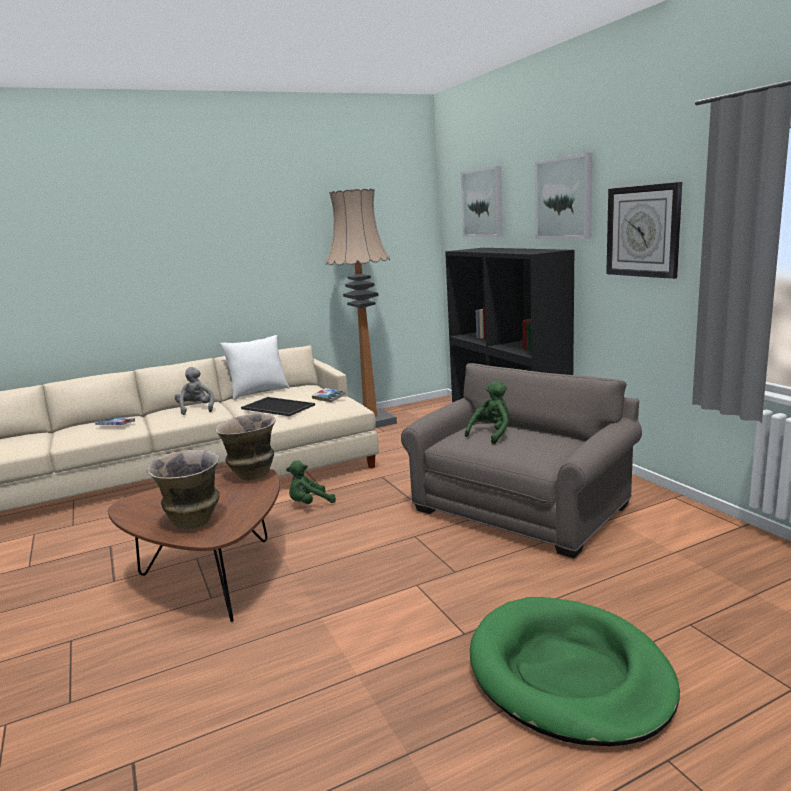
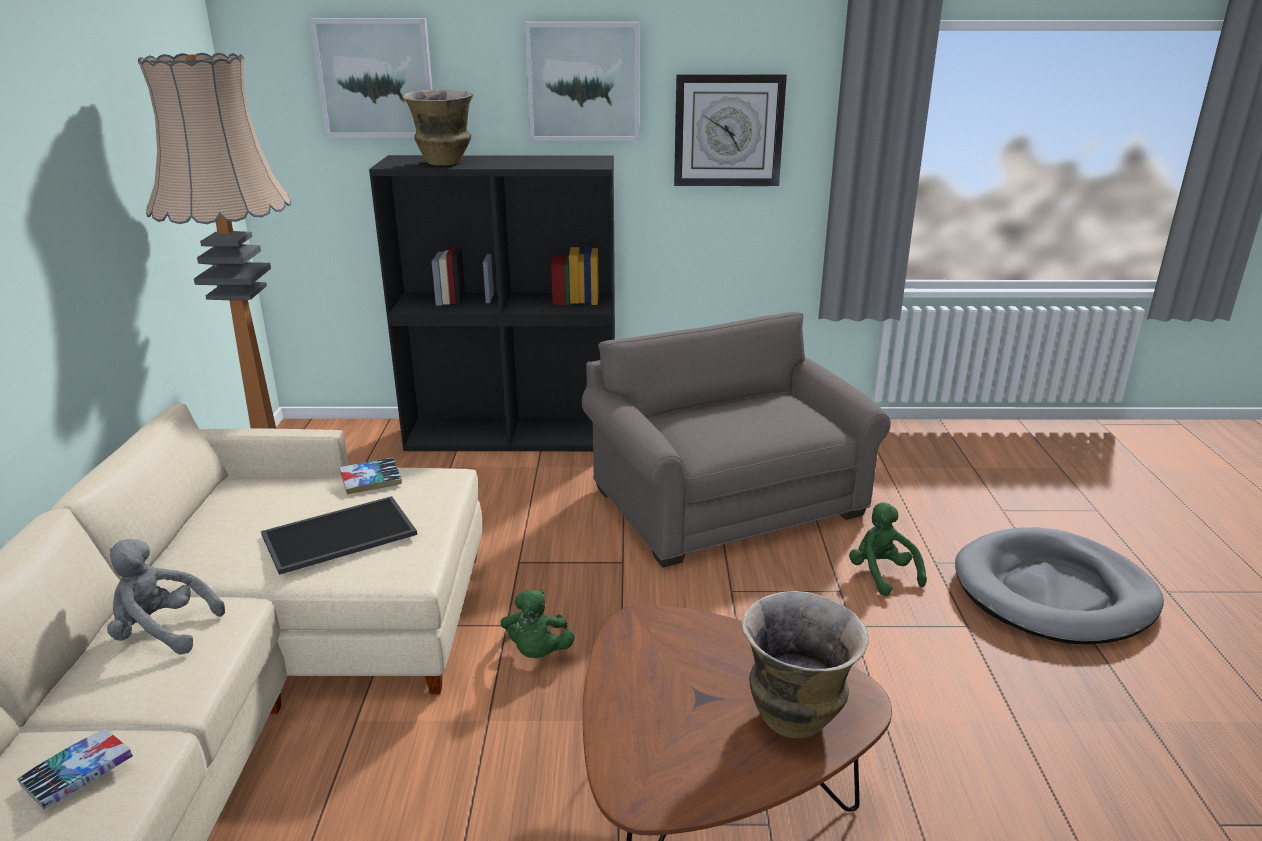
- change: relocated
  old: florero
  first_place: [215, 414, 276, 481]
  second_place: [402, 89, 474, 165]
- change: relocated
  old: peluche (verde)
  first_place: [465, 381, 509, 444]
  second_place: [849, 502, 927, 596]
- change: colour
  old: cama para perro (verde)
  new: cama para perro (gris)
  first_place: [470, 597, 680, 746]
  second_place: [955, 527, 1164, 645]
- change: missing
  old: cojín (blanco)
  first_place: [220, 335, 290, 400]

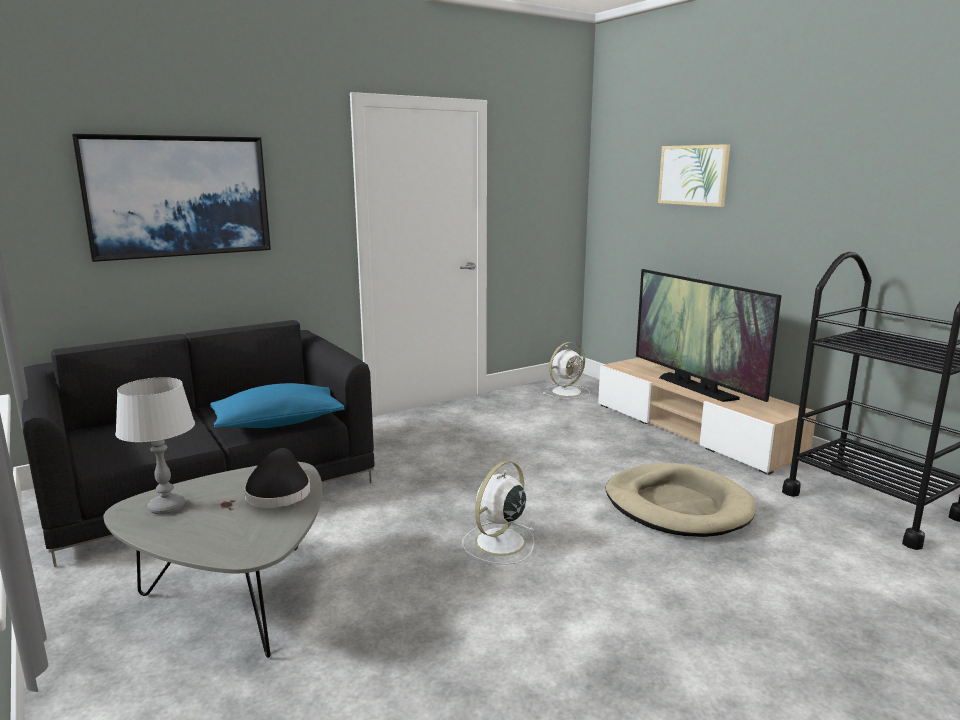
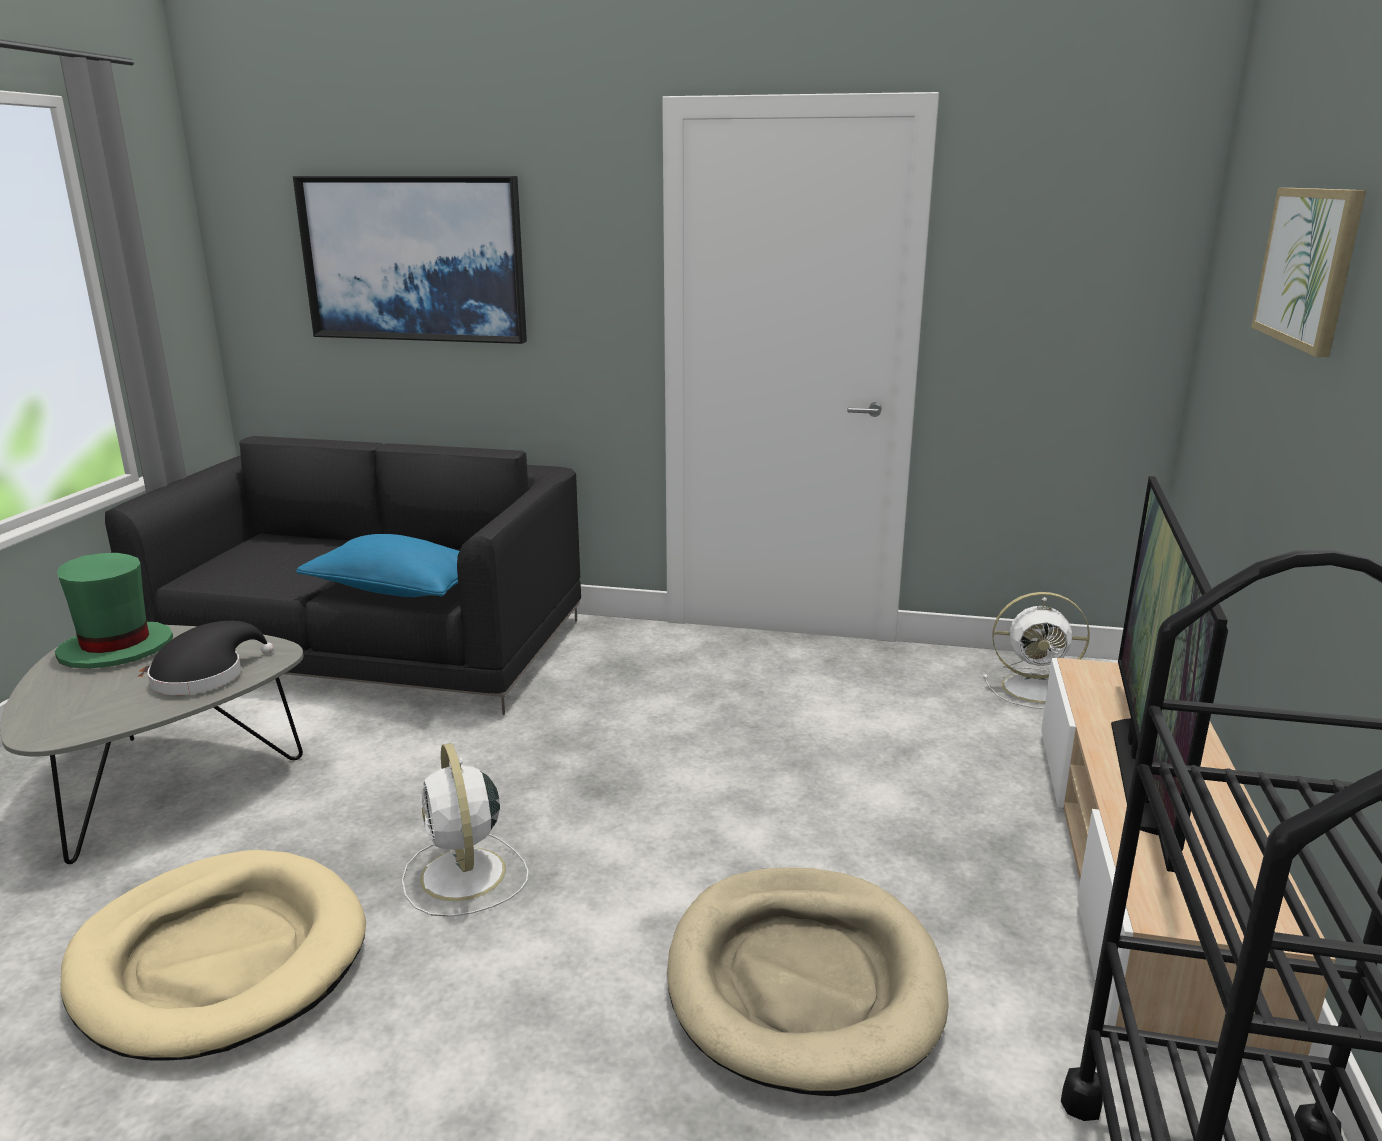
- change: exchanged
  old: lámpara de mesa (gris)
  new: sombrero (verde)
  first_place: [115, 377, 195, 514]
  second_place: [55, 553, 173, 669]
- change: appeared
  new: cama para perro (beis)
  second_place: [60, 850, 366, 1061]
- change: spun
  old: ventilador (blanco)
  first_place: [462, 461, 534, 565]
  second_place: [402, 743, 529, 917]
  degrees: -105

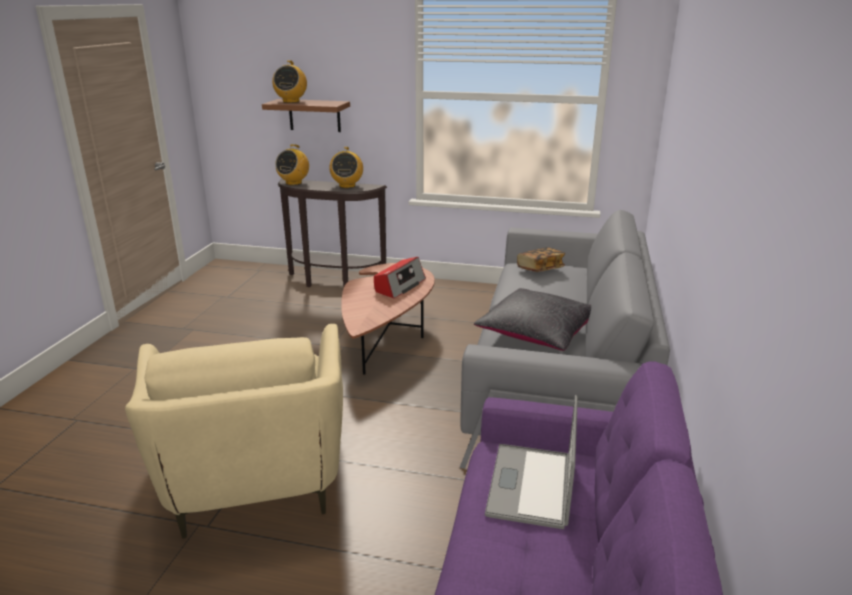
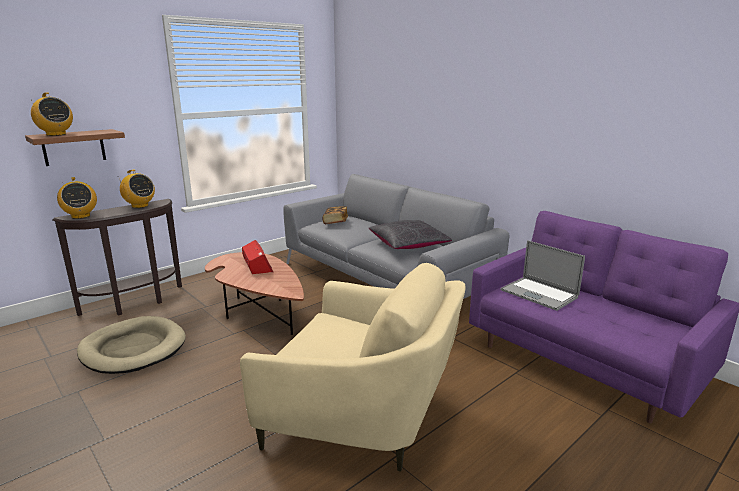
- change: appeared
  new: cama para perro (beis)
  second_place: [77, 316, 186, 374]

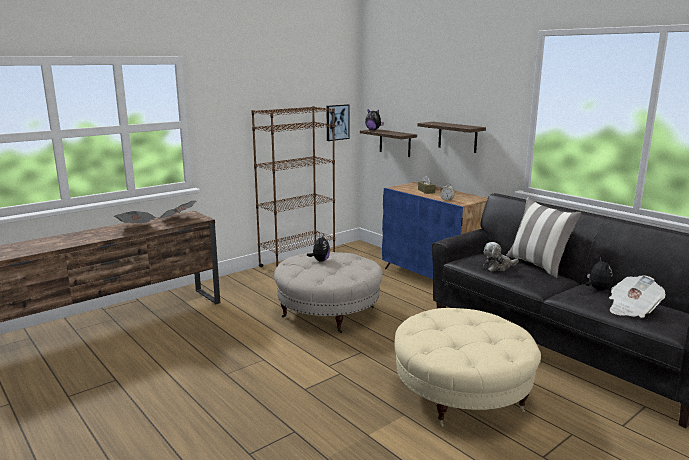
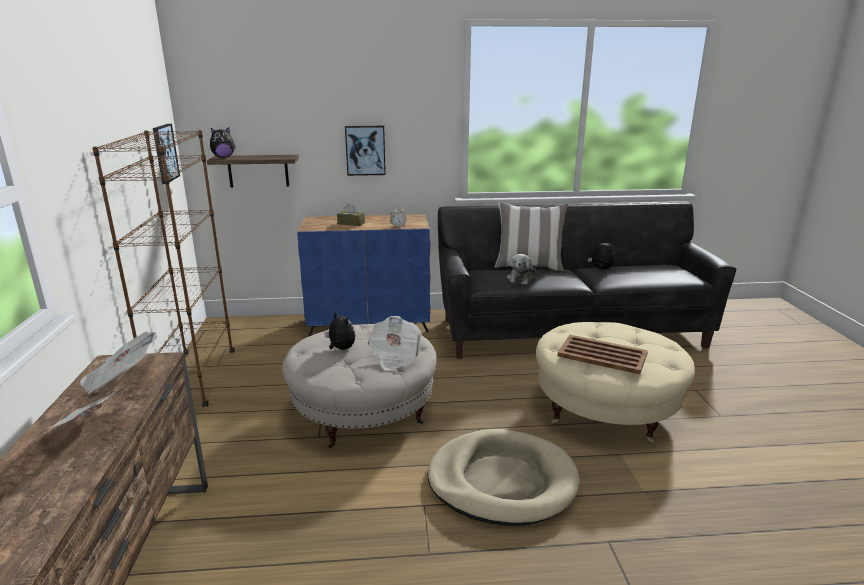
- change: exchanged
  old: estante
  new: cuadro
  first_place: [417, 122, 486, 153]
  second_place: [345, 126, 386, 176]
- change: relocated
  old: periódico
  first_place: [609, 276, 666, 318]
  second_place: [368, 316, 422, 371]
- change: appeared
  new: cama para perro (beis)
  second_place: [428, 429, 580, 526]
- change: appeared
  new: bandeja (marrón)
  second_place: [558, 335, 648, 374]

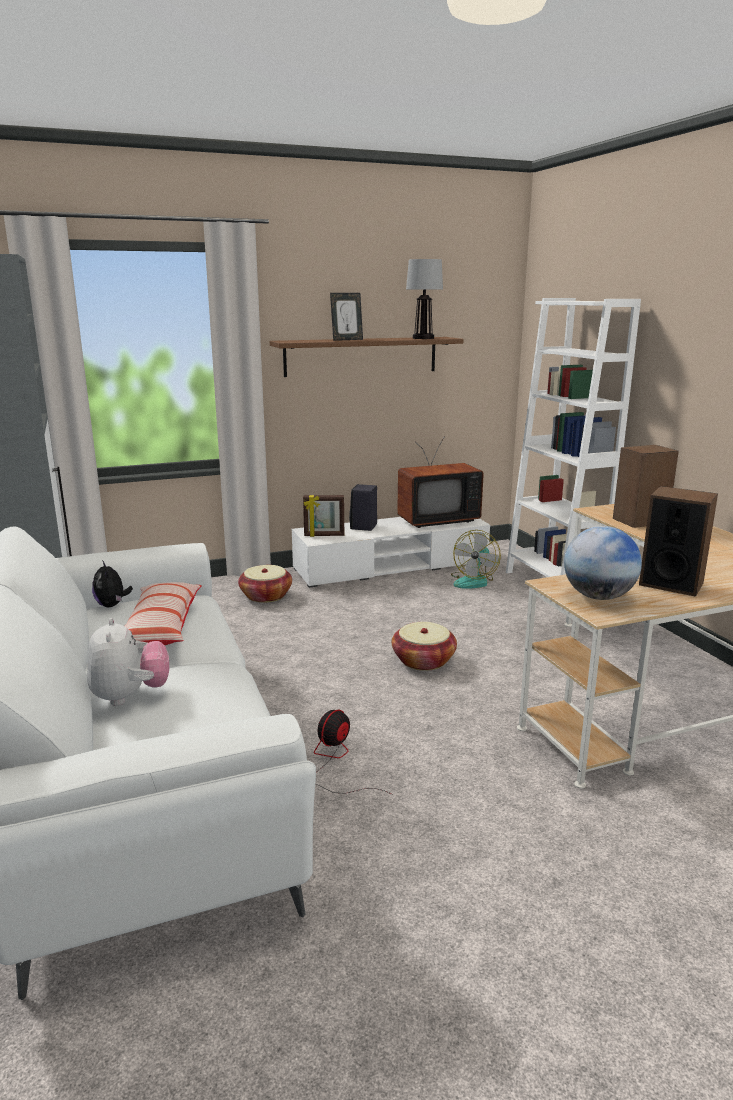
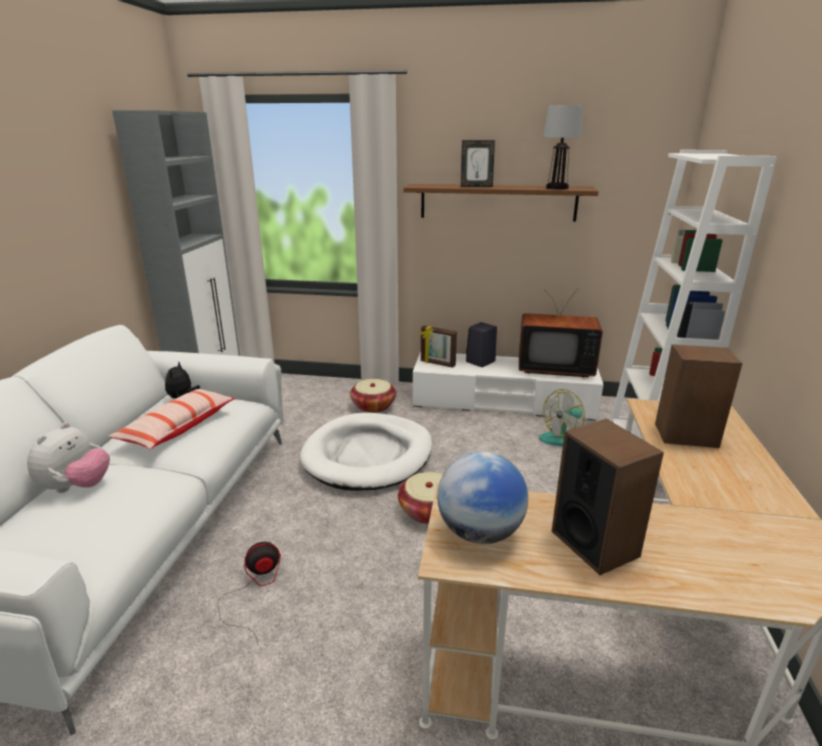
- change: appeared
  new: cama para perro (blanco)
  second_place: [300, 413, 432, 491]

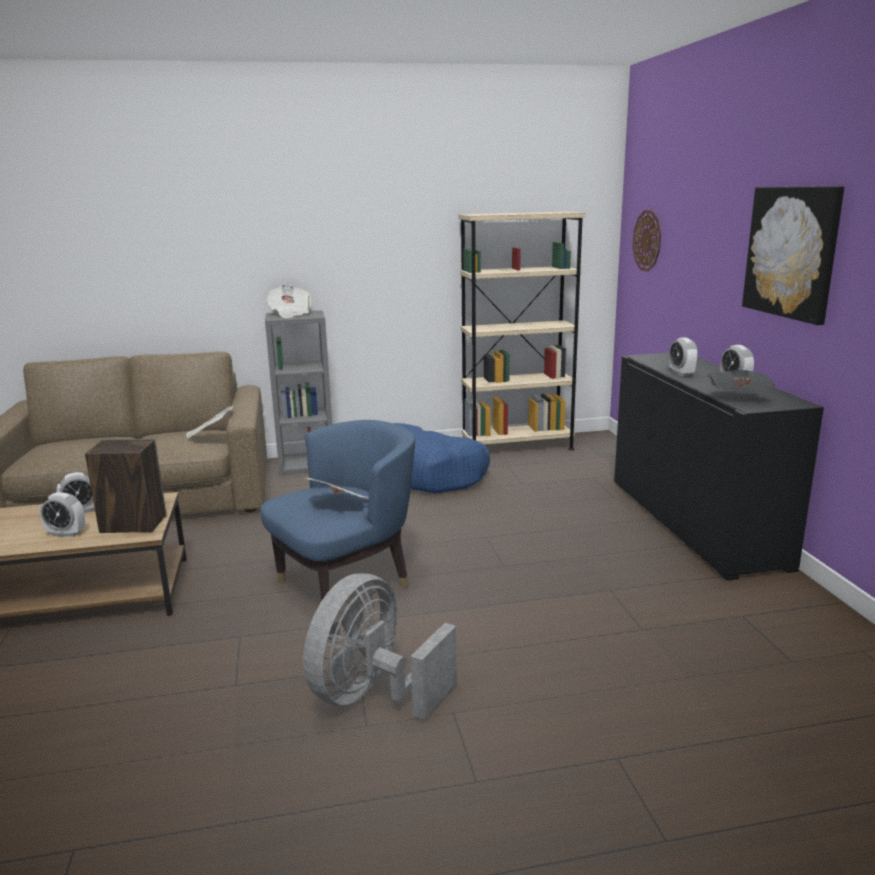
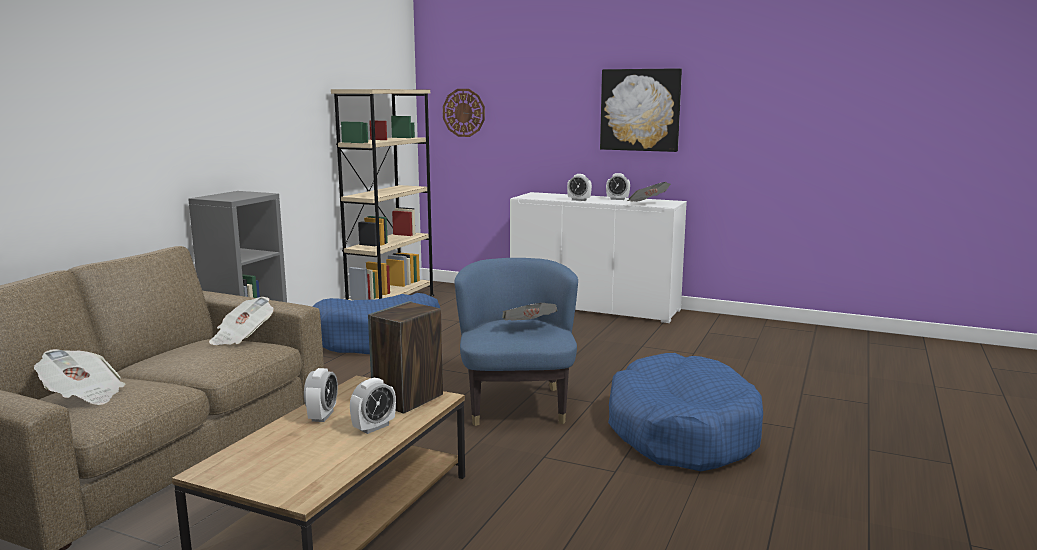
- change: relocated
  old: periódico
  first_place: [266, 285, 311, 318]
  second_place: [34, 349, 125, 405]
- change: colour
  old: armario (negro)
  new: armario (blanco)
  first_place: [614, 353, 824, 581]
  second_place: [510, 192, 687, 323]
- change: exchanged
  old: ventilador (gris)
  new: cama para perro (azul)
  first_place: [303, 573, 457, 720]
  second_place: [608, 353, 763, 471]

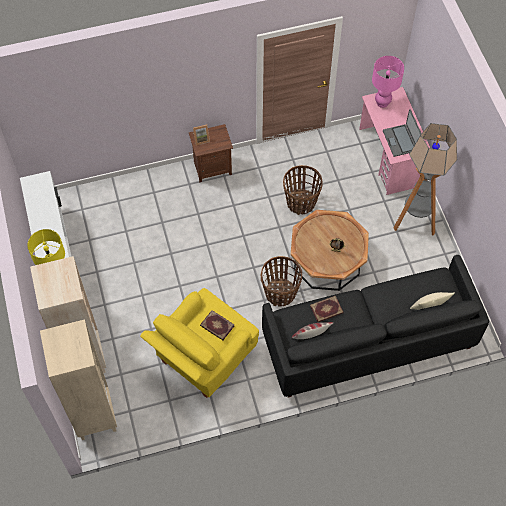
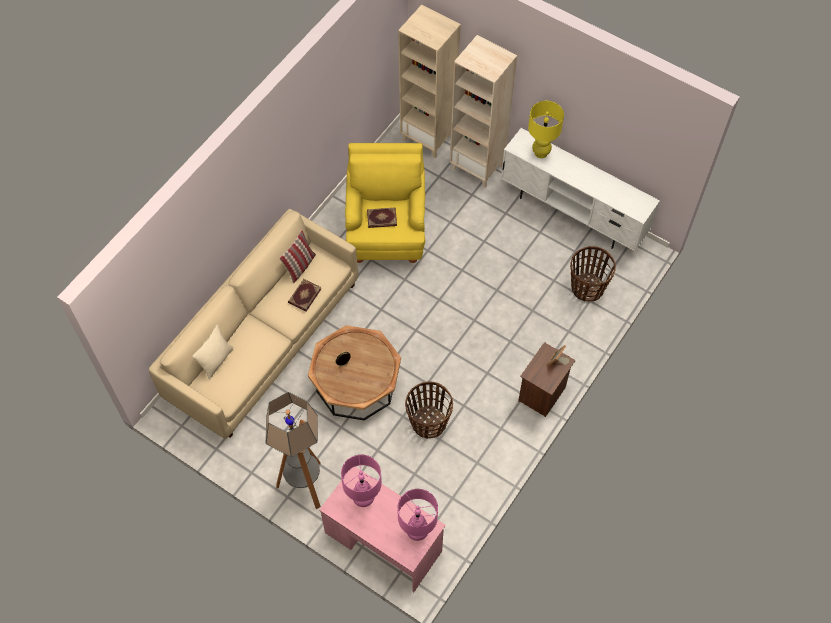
- change: colour
  old: sofá (negro)
  new: sofá (beis)
  first_place: [262, 255, 489, 398]
  second_place: [149, 209, 358, 438]
- change: exchanged
  old: portátil
  new: lámpara de mesa (rosa)
  first_place: [383, 109, 421, 157]
  second_place: [341, 455, 382, 507]
- change: relocated
  old: cesta
  first_place: [261, 256, 302, 306]
  second_place: [570, 246, 616, 302]

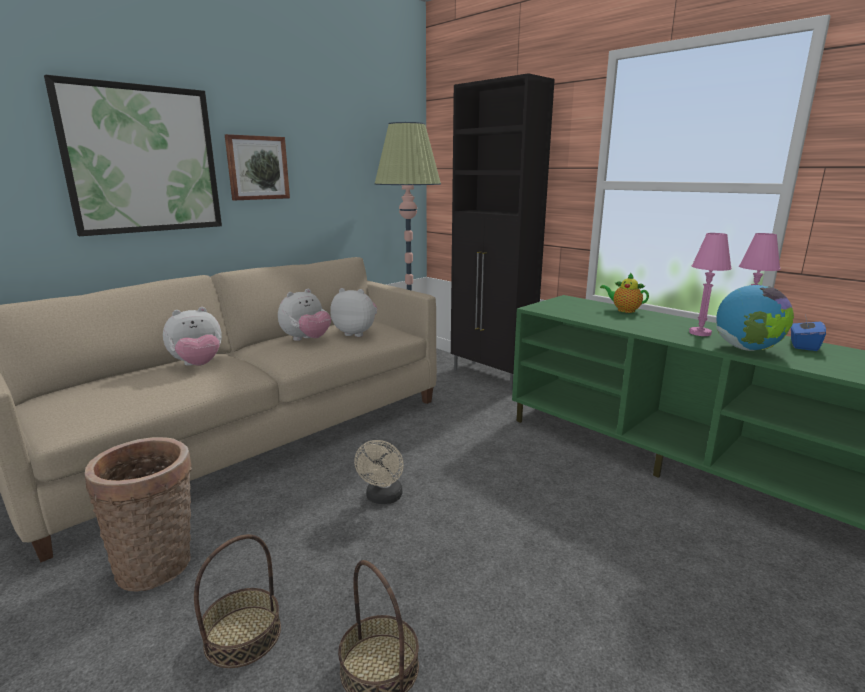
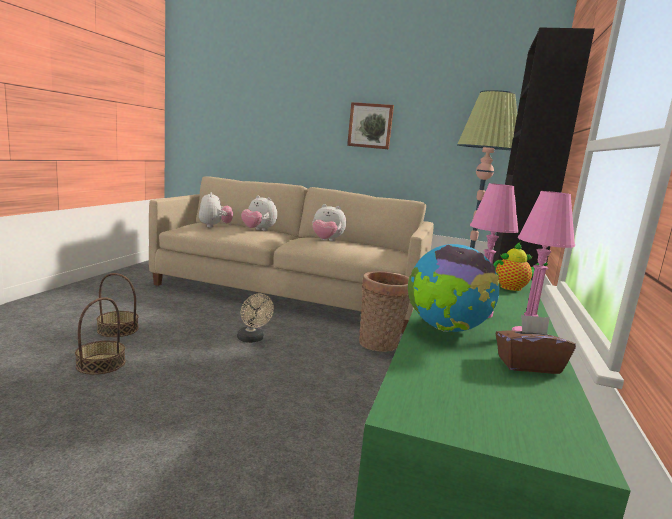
- change: relocated
  old: peluche
  first_place: [330, 288, 377, 337]
  second_place: [199, 192, 233, 228]
- change: spun
  old: ventilador (beis)
  first_place: [354, 440, 404, 504]
  second_place: [237, 294, 274, 343]
  degrees: -105
- change: relocated
  old: cesta
  first_place: [85, 437, 192, 592]
  second_place: [359, 271, 410, 352]
- change: spun
  old: tetera
  first_place: [600, 273, 649, 313]
  second_place: [493, 242, 548, 291]
  degrees: 75
- change: colour
  old: caja de pañuelos (azul)
  new: caja de pañuelos (marrón)
  first_place: [791, 314, 826, 351]
  second_place: [495, 314, 576, 374]
- change: missing
  old: cuadro
  first_place: [44, 75, 222, 236]

